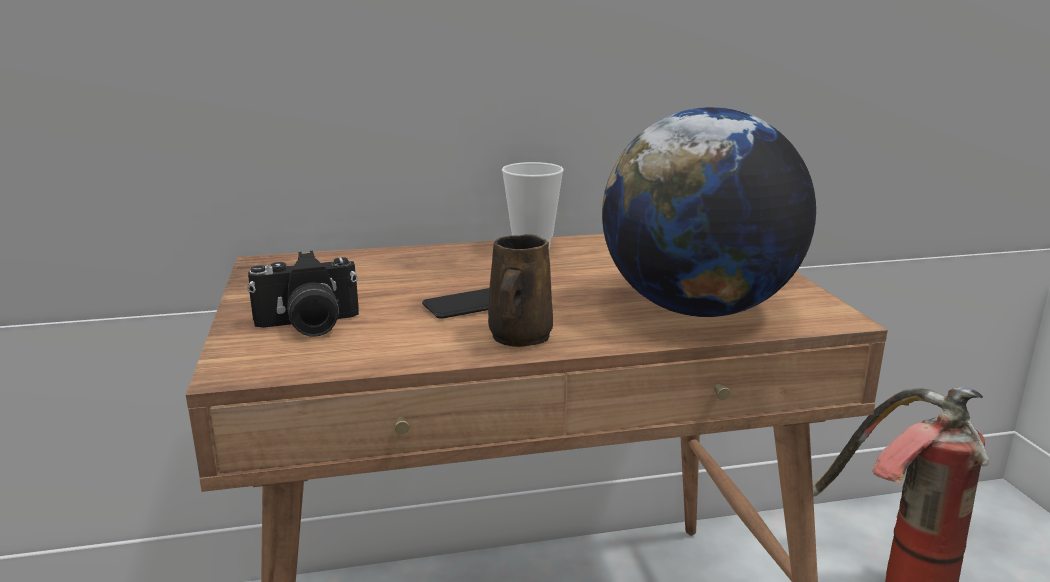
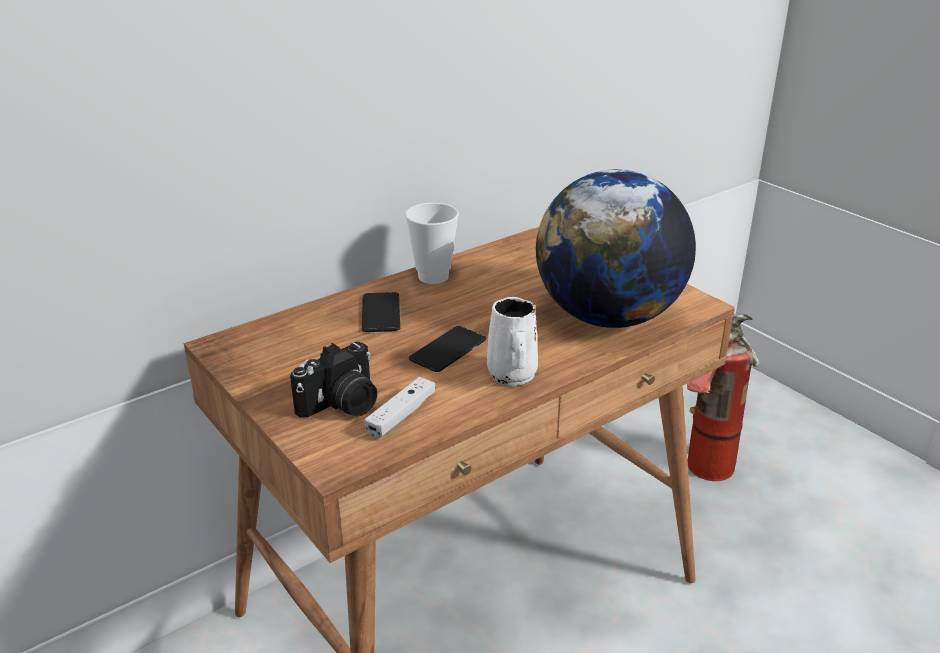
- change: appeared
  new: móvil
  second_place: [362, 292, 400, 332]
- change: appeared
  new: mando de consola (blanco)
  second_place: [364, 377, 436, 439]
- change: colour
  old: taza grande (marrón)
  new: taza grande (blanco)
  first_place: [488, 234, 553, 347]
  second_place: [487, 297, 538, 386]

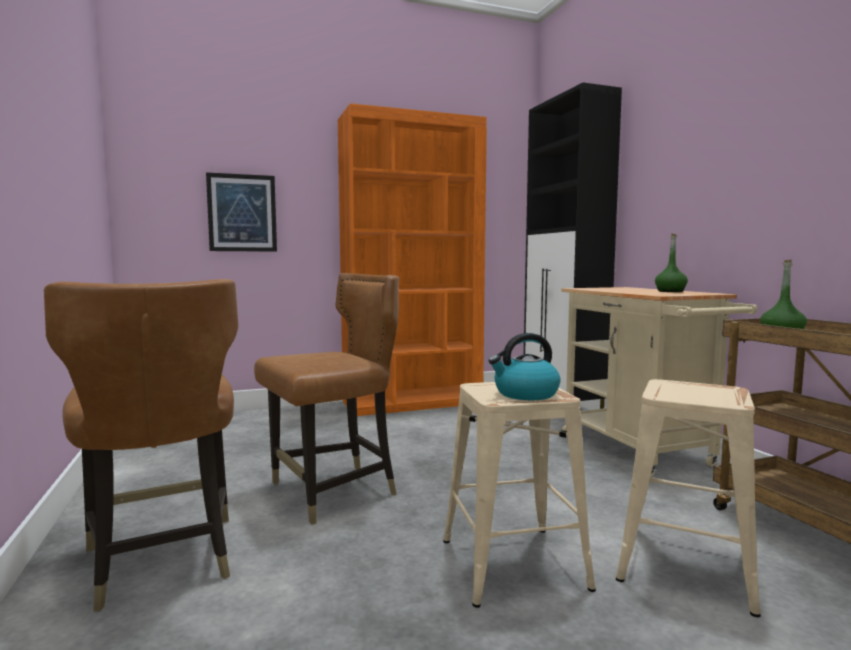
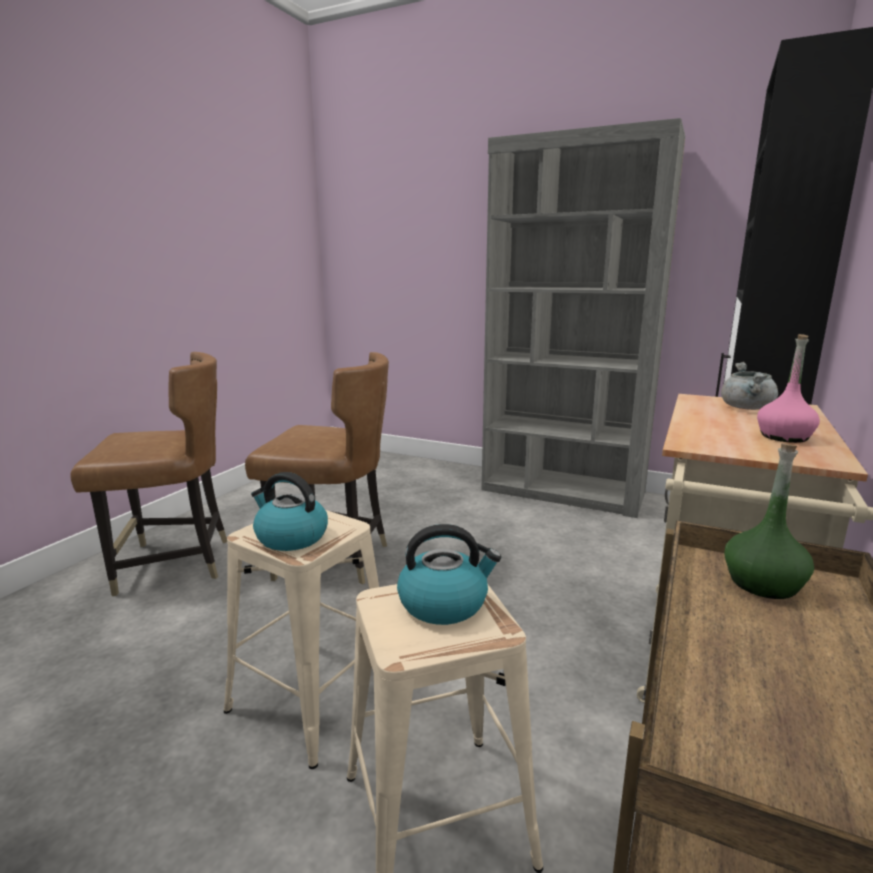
- change: spun
  old: silla (marrón)
  first_place: [44, 279, 238, 612]
  second_place: [70, 352, 227, 596]
  degrees: -120
- change: appeared
  new: hervidor
  second_place: [397, 524, 501, 625]
- change: colour
  old: estantería (naranja)
  new: estantería (gris)
  first_place: [338, 103, 487, 416]
  second_place: [481, 118, 685, 518]
- change: appeared
  new: olla (gris)
  second_place: [721, 362, 778, 410]
- change: colour
  old: botella (verde)
  new: botella (rosa)
  first_place: [655, 234, 688, 292]
  second_place: [757, 334, 820, 443]
- change: missing
  old: cuadro
  first_place: [206, 172, 277, 252]

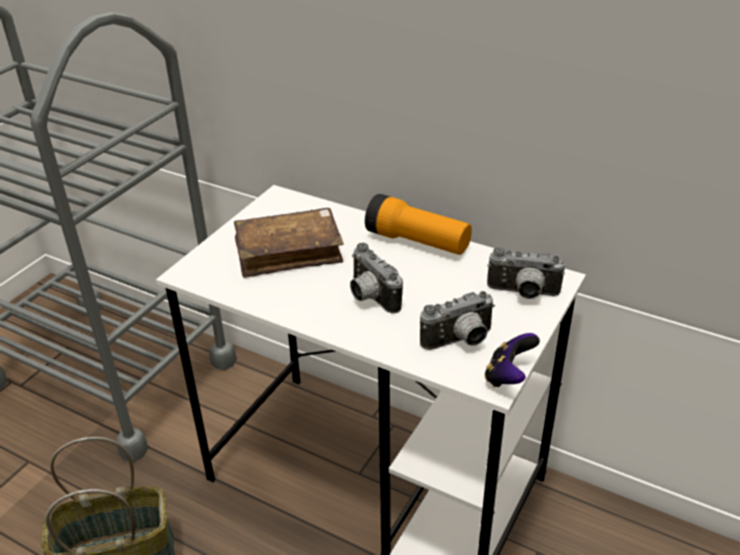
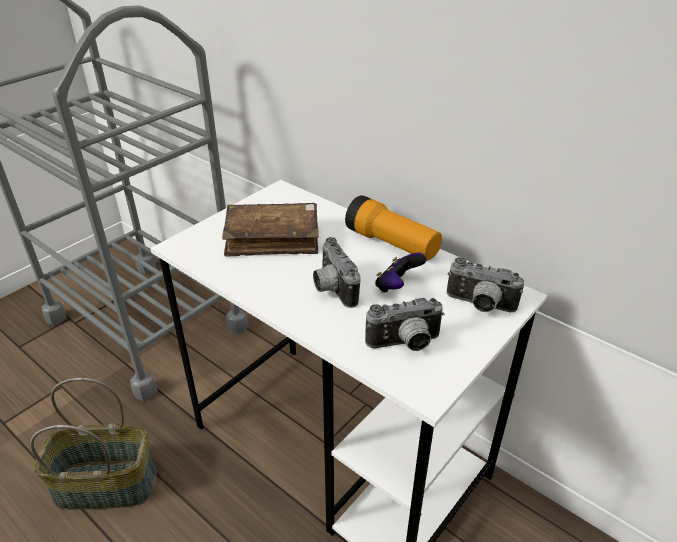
- change: relocated
  old: mando de consola
  first_place: [485, 333, 540, 387]
  second_place: [375, 253, 427, 293]

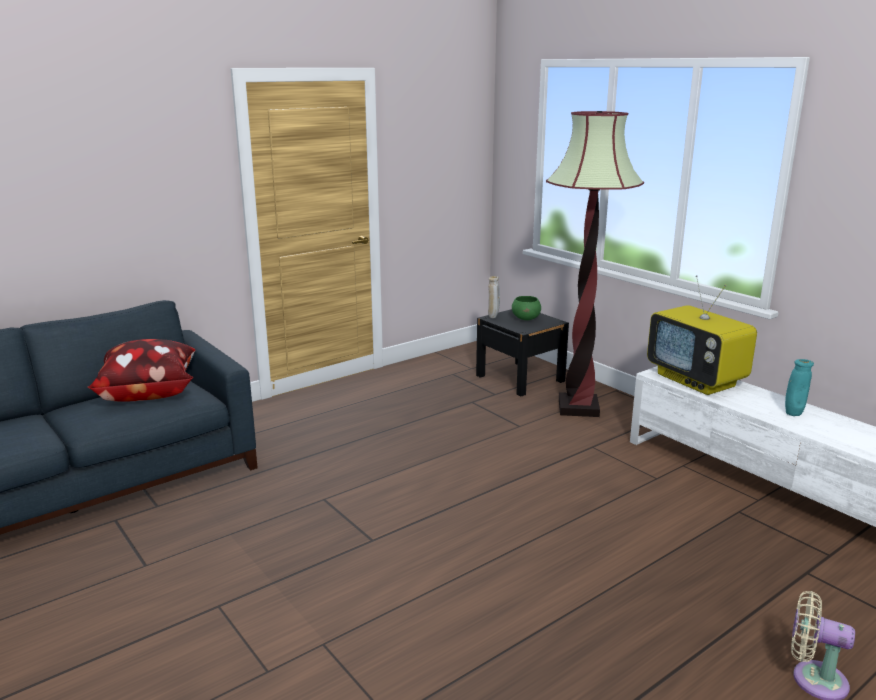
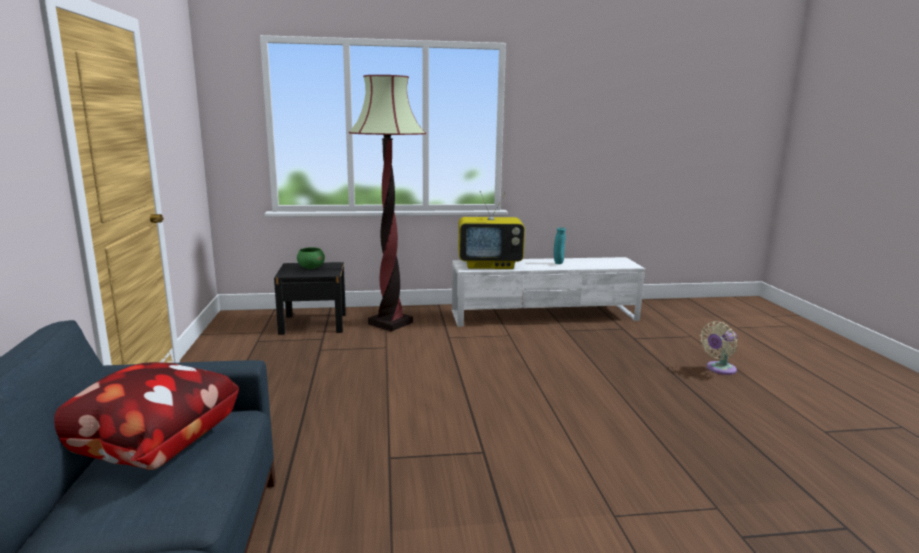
- change: missing
  old: florero (beis)
  first_place: [488, 276, 500, 318]

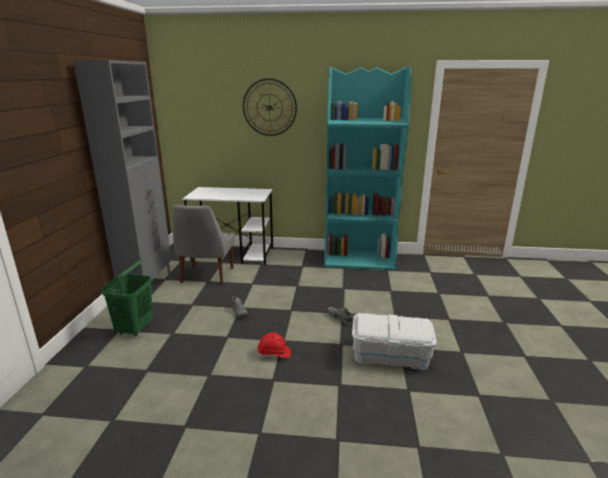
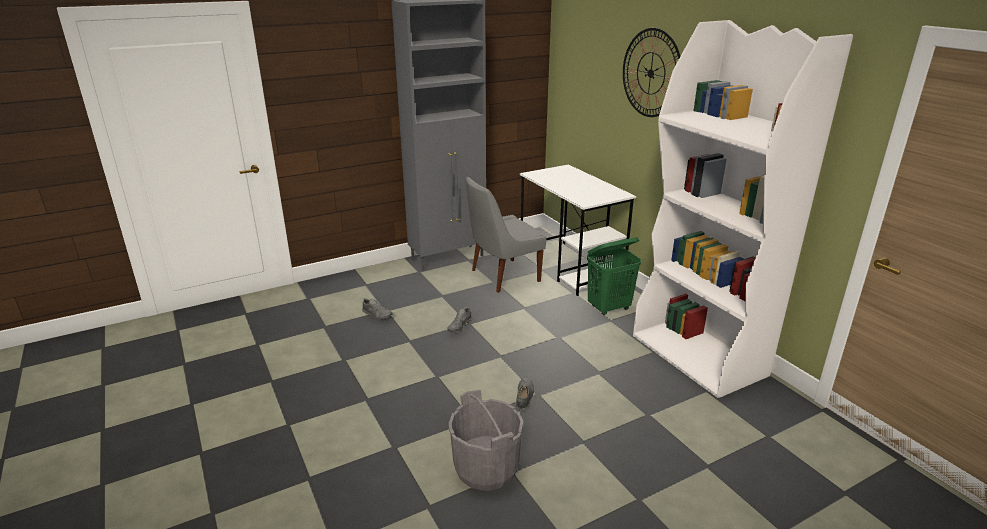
- change: appeared
  new: zapato (gris)
  second_place: [362, 298, 393, 320]
- change: exchanged
  old: caja de almacenaje (blanco)
  new: cubo (gris)
  first_place: [352, 313, 437, 370]
  second_place: [449, 390, 523, 491]
- change: relocated
  old: cesto de la ropa (verde)
  first_place: [102, 259, 153, 336]
  second_place: [587, 237, 641, 315]
- change: colour
  old: estantería (turquesa)
  new: estantería (blanco)
  first_place: [324, 67, 411, 270]
  second_place: [633, 20, 853, 398]
- change: missing
  old: casco (rojo)
  first_place: [257, 333, 291, 358]

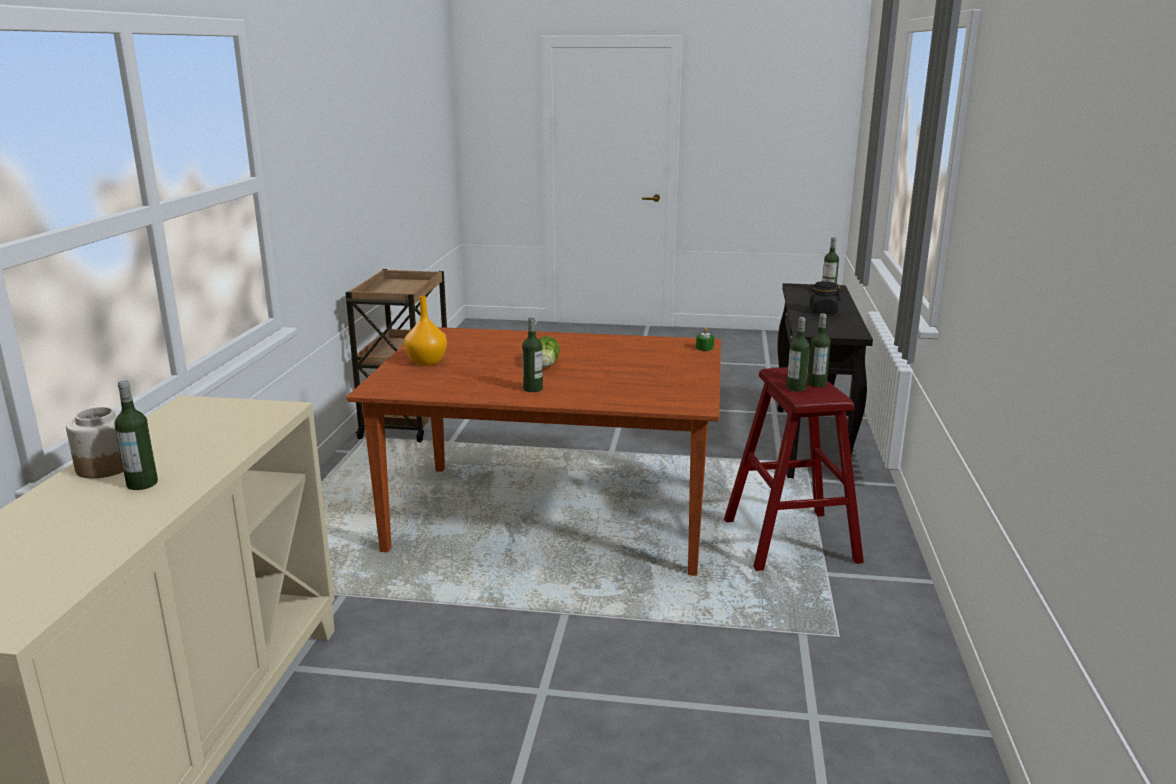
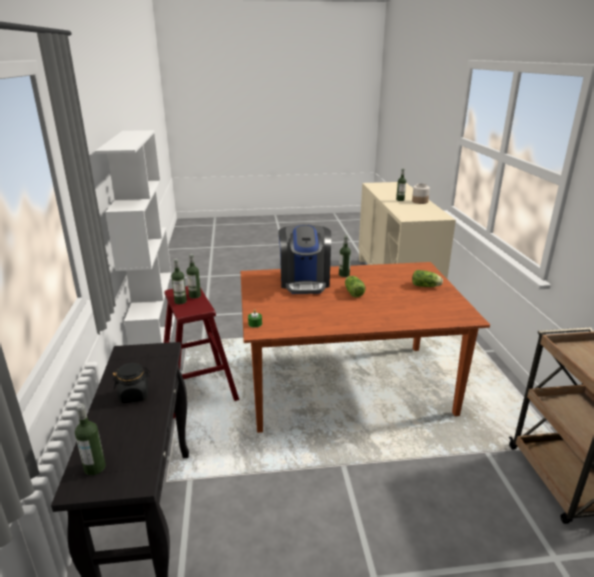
- change: appeared
  new: estantería (blanco)
  second_place: [95, 130, 175, 345]
- change: appeared
  new: cafetera
  second_place: [278, 225, 331, 294]
- change: exchanged
  old: florero (naranja)
  new: lechuga
  first_place: [404, 296, 447, 366]
  second_place: [412, 270, 443, 287]

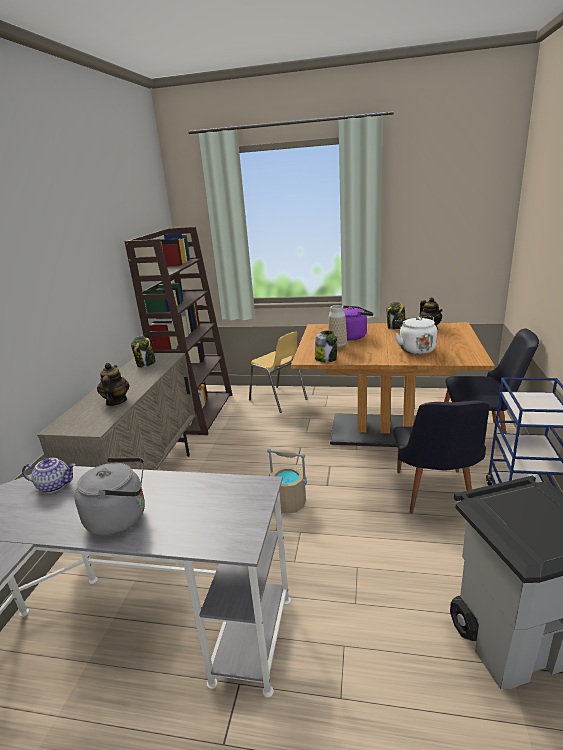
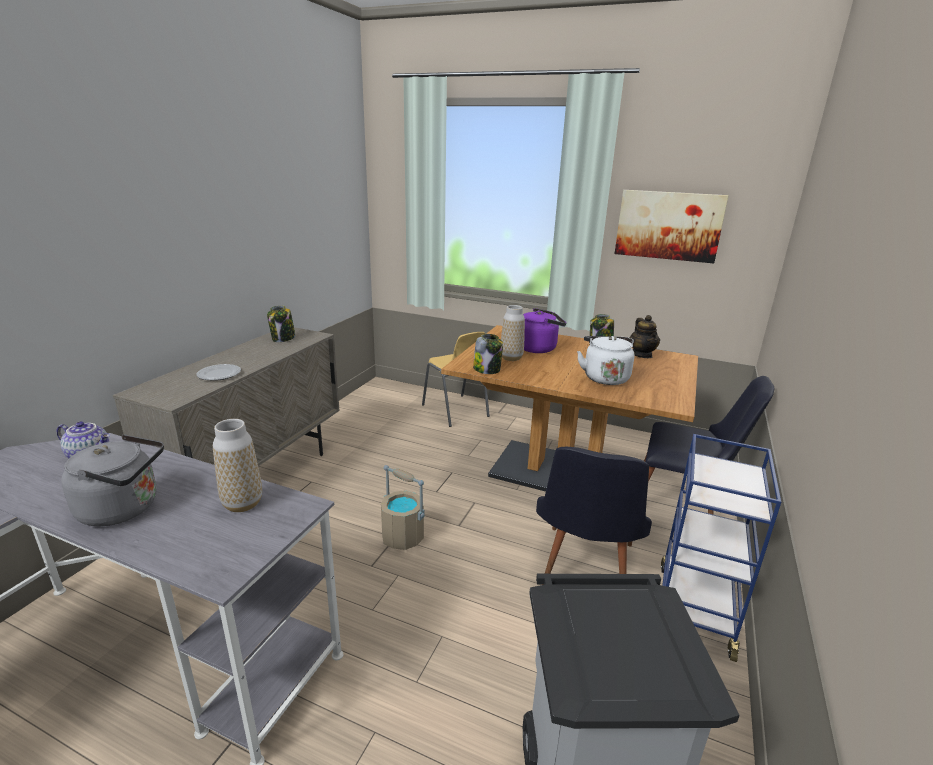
- change: exchanged
  old: tetera
  new: plato
  first_place: [97, 363, 130, 406]
  second_place: [196, 364, 241, 381]
- change: appeared
  new: florero
  second_place: [213, 419, 262, 512]
- change: appeared
  new: cuadro
  second_place: [615, 190, 729, 263]
- change: missing
  old: estantería (marrón)
  first_place: [124, 227, 232, 435]

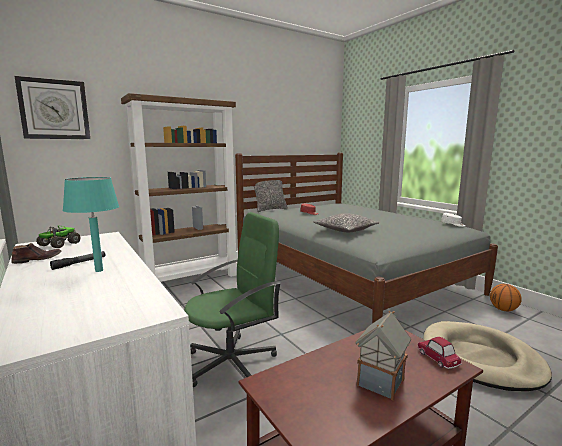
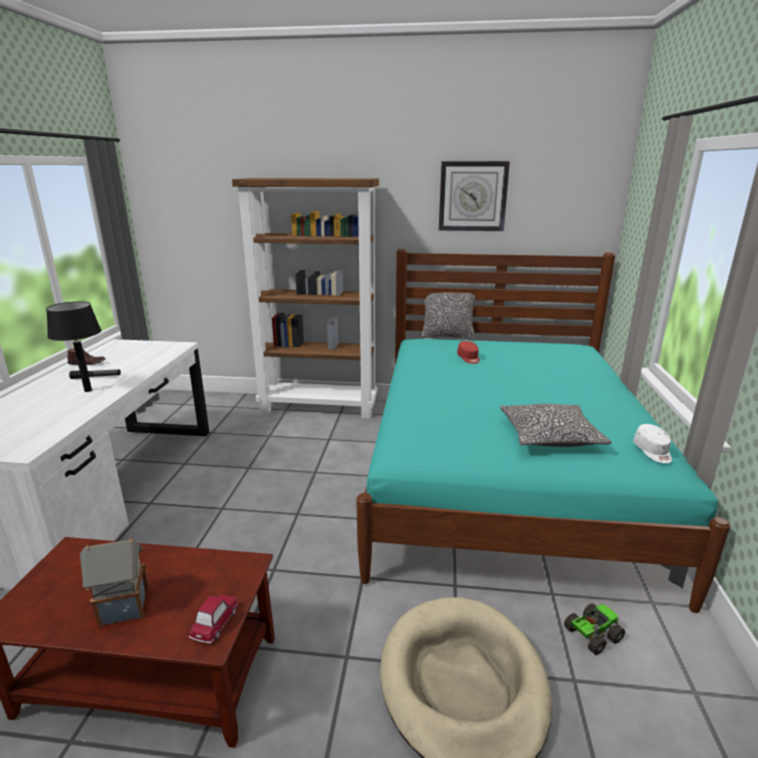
- change: colour
  old: lámpara de mesa (turquesa)
  new: lámpara de mesa (negro)
  first_place: [63, 177, 119, 272]
  second_place: [46, 301, 101, 392]
- change: colour
  old: cama (gris)
  new: cama (turquesa)
  first_place: [235, 153, 498, 324]
  second_place: [356, 249, 730, 613]
- change: relocated
  old: reloj de pared
  first_place: [15, 76, 90, 139]
  second_place: [439, 161, 510, 231]
- change: relocated
  old: cojín
  first_place: [313, 213, 379, 232]
  second_place: [500, 404, 611, 447]
- change: relocated
  old: camión de juguete
  first_place: [36, 225, 81, 248]
  second_place: [564, 603, 625, 655]
- change: missing
  old: silla de oficina (verde)
  first_place: [184, 212, 281, 387]
- change: missing
  old: balón de baloncesto
  first_place: [490, 284, 522, 311]

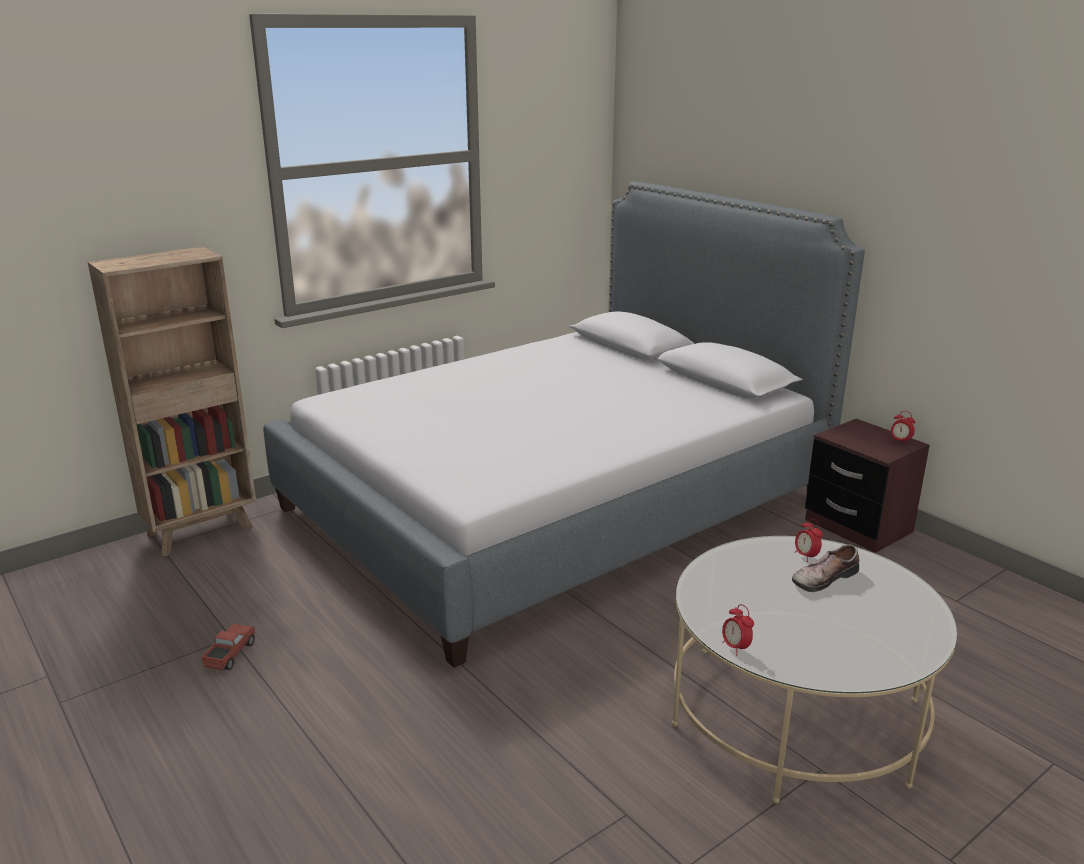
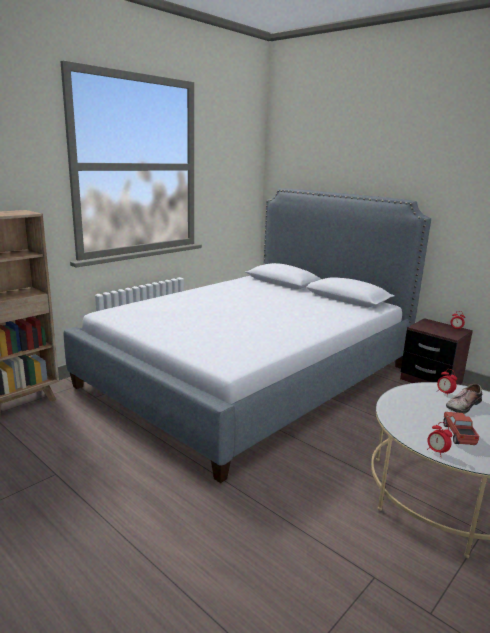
- change: relocated
  old: camión de juguete
  first_place: [202, 624, 255, 670]
  second_place: [443, 412, 479, 445]

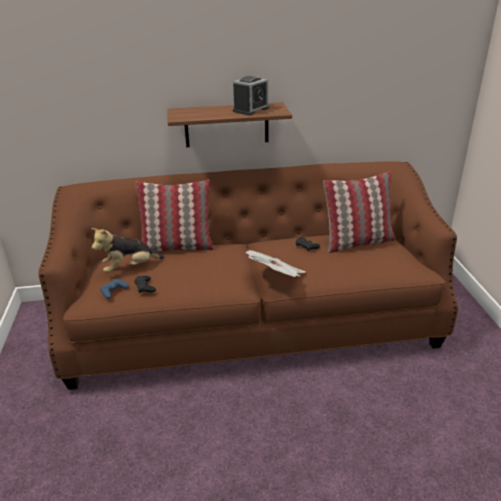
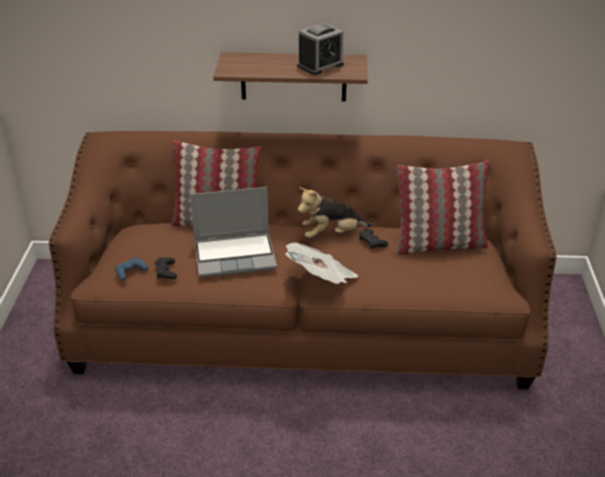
- change: appeared
  new: portátil
  second_place: [190, 187, 277, 278]
- change: relocated
  old: peluche
  first_place: [91, 228, 165, 272]
  second_place: [297, 187, 372, 238]

